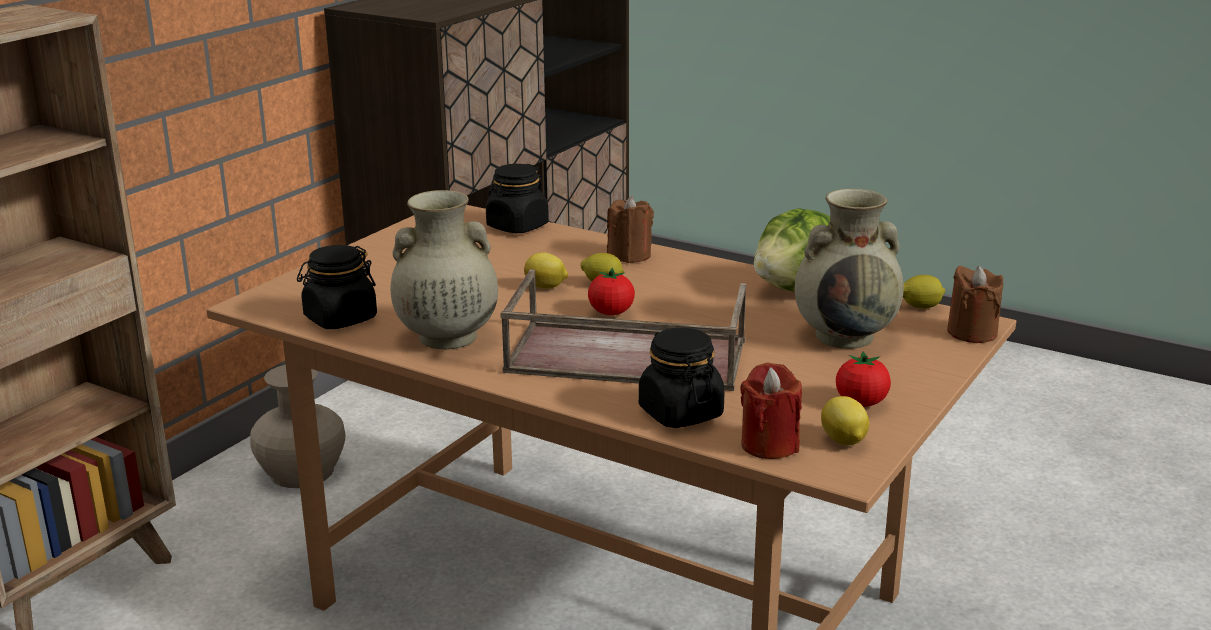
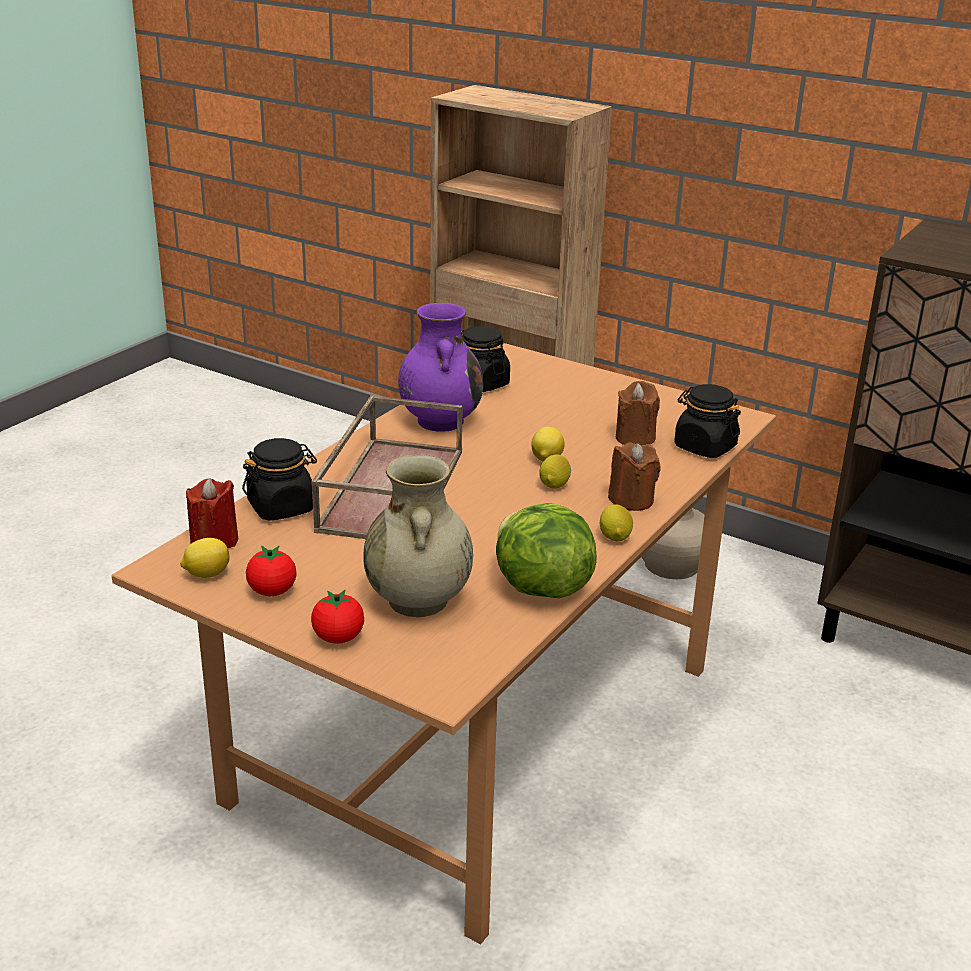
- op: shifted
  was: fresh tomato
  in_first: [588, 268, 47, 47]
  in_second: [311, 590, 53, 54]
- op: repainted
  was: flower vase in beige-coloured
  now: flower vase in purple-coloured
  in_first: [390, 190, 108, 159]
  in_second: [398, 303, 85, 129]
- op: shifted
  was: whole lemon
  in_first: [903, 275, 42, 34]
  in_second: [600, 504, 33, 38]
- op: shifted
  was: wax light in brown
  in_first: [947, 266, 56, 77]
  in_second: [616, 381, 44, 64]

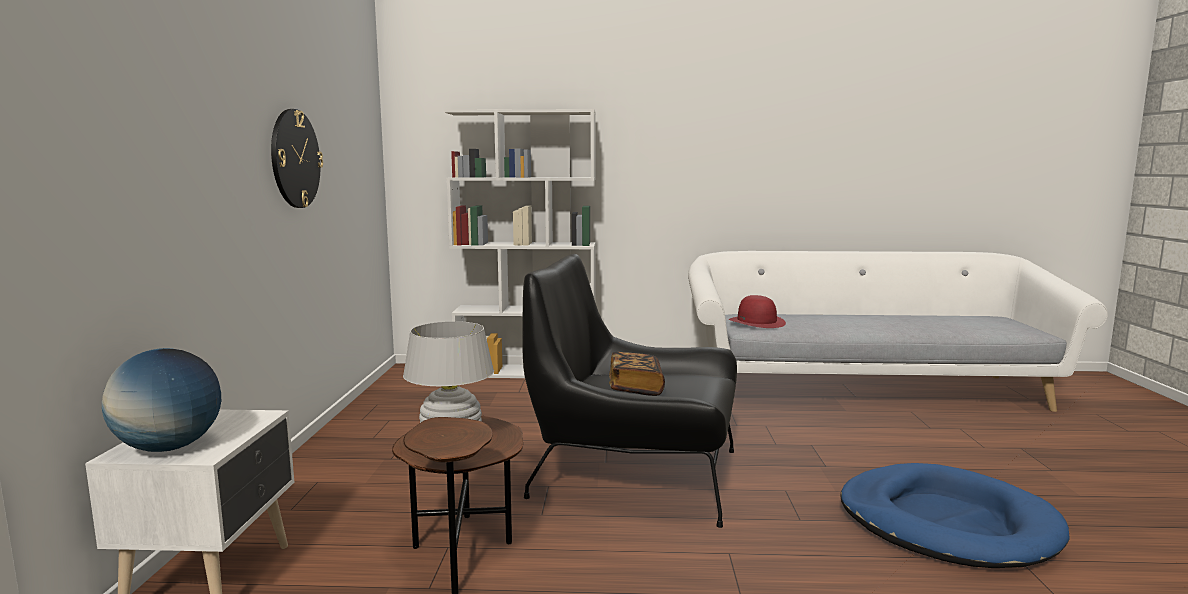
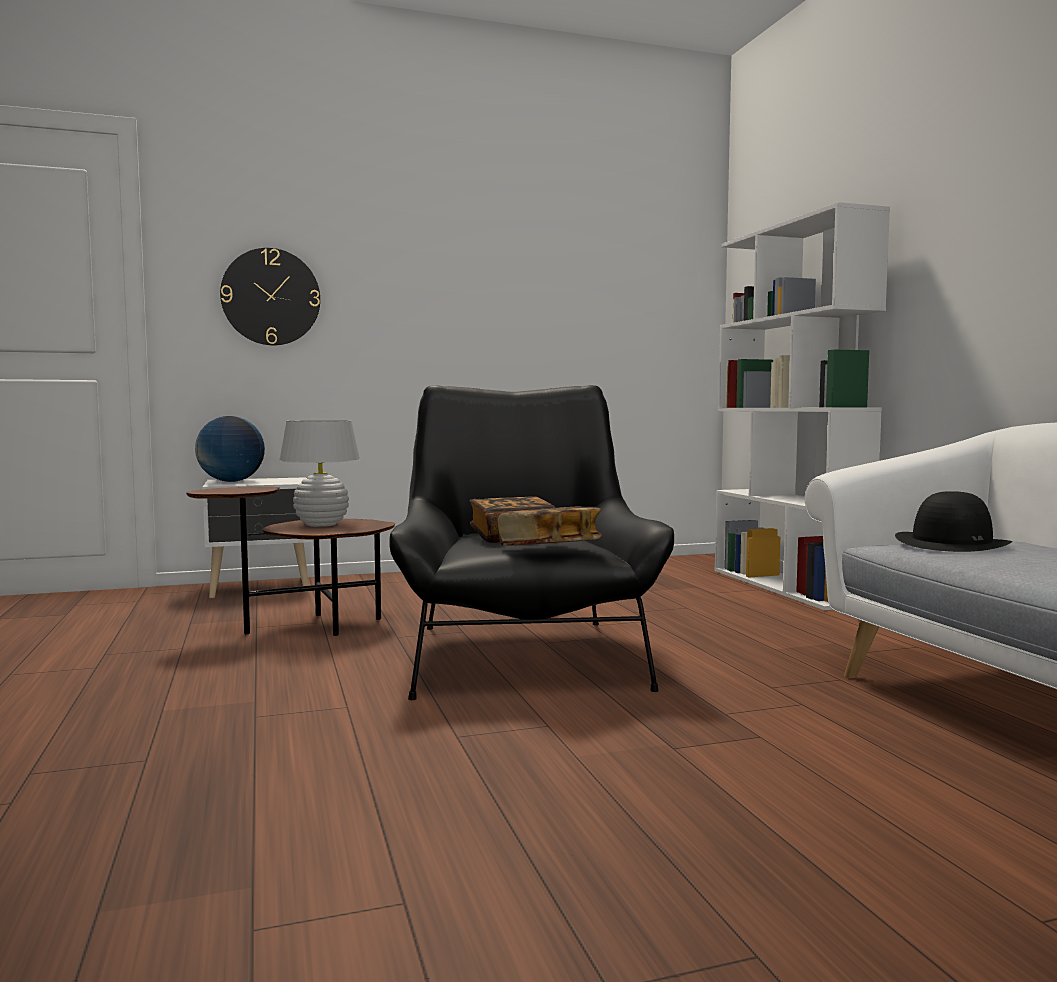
- op: shifted
  was: hanging clock
  in_first: [271, 109, 52, 99]
  in_second: [220, 248, 100, 97]
- op: new
  now: volume
  in_second: [497, 507, 105, 39]
- op: repainted
  was: wearable hat in red
  now: wearable hat in black
  in_first: [729, 295, 57, 33]
  in_second: [895, 491, 117, 61]
- op: gone
  was: dog cushion in blue
  in_first: [840, 463, 230, 105]

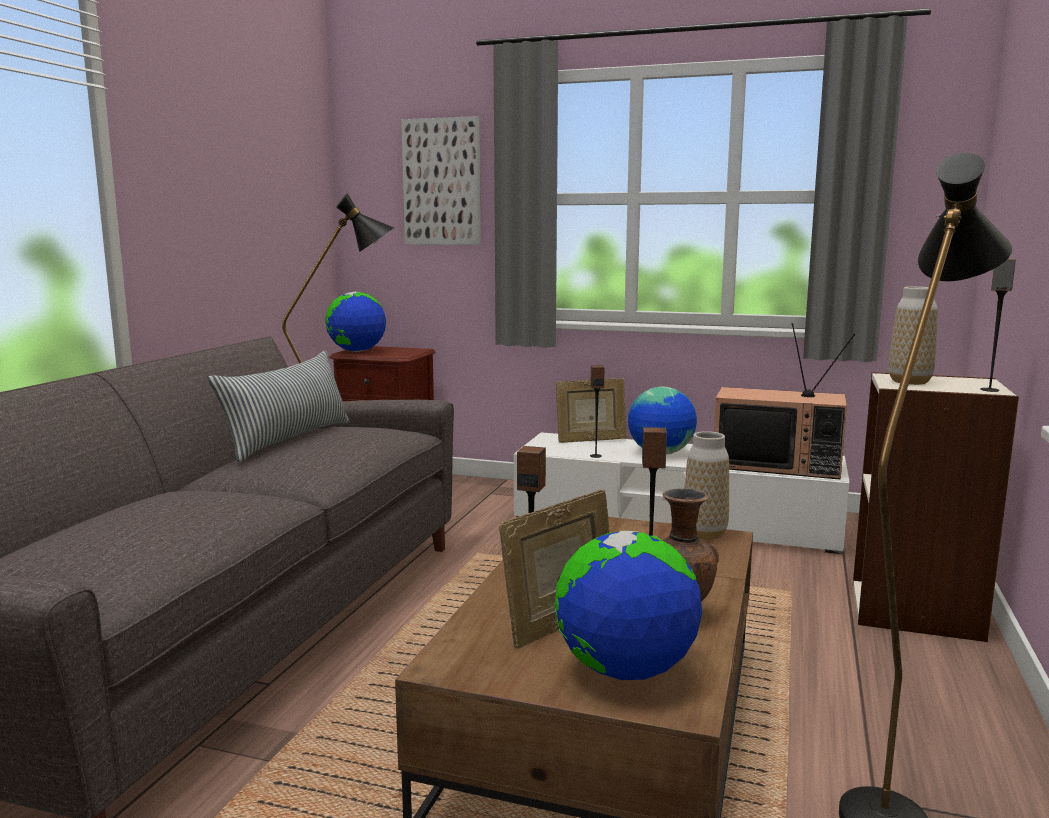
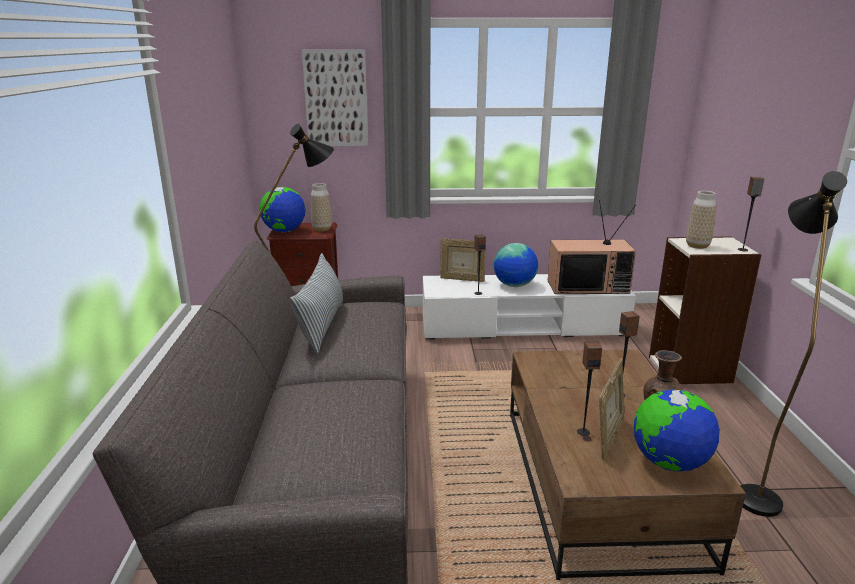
- op: shifted
  was: flower vase
  in_first: [684, 431, 45, 109]
  in_second: [311, 183, 21, 48]
- op: rotated
  was: photo frame
  in_first: [556, 378, 70, 65]
  in_second: [440, 238, 46, 44]
  clockwise: 45

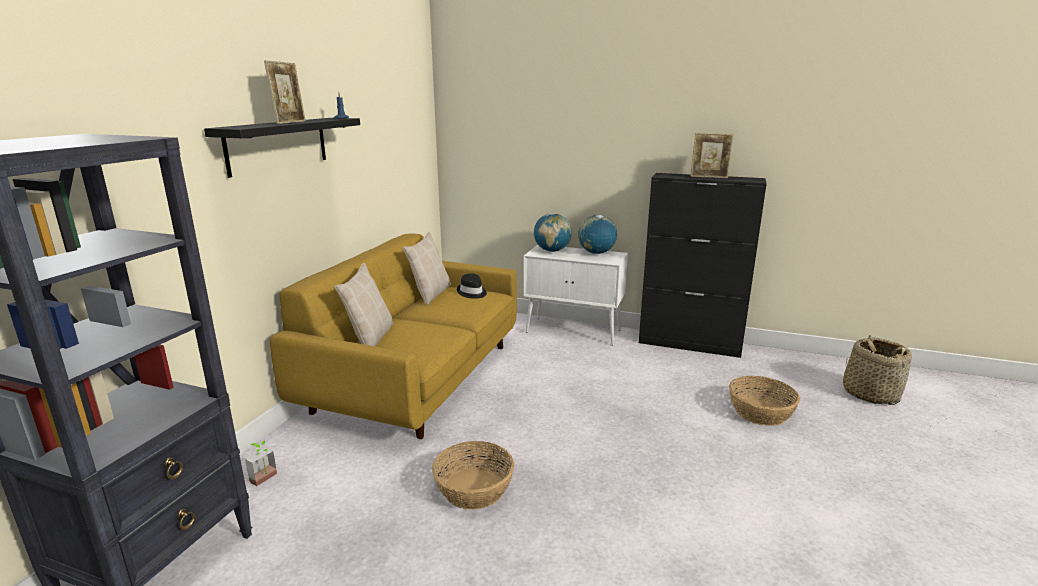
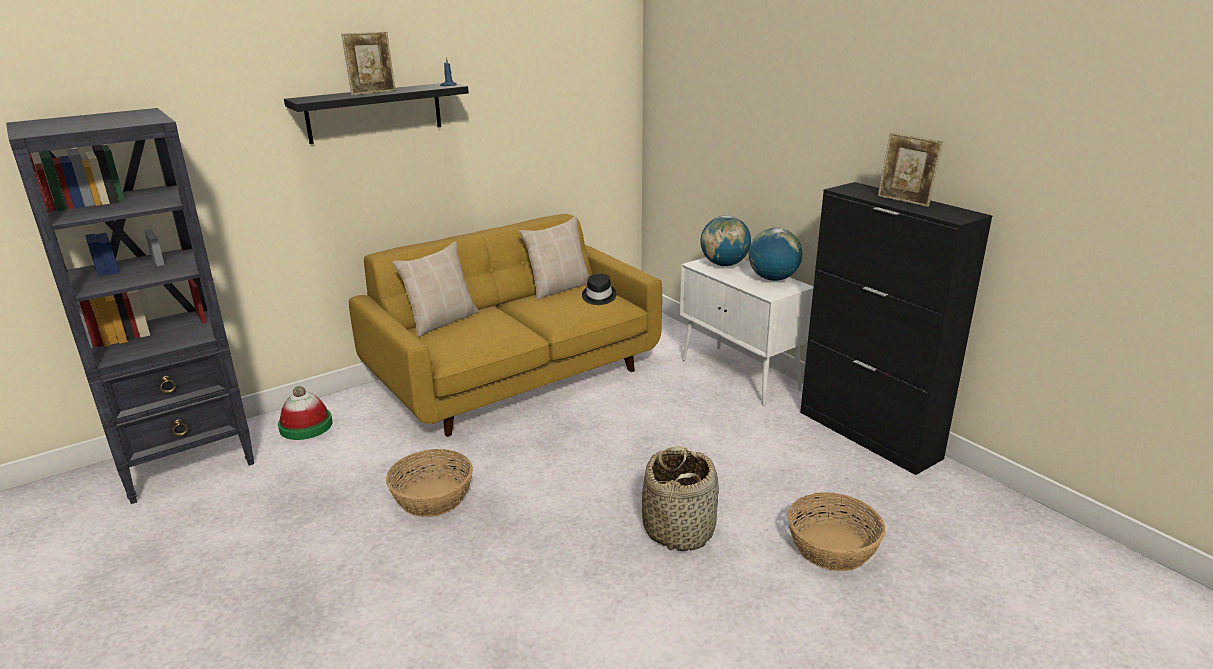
- op: swapped
  was: plant in a pot
  now: wearable hat
  in_first: [245, 441, 32, 45]
  in_second: [278, 386, 54, 54]
- op: shifted
  was: basket
  in_first: [843, 335, 69, 70]
  in_second: [642, 446, 77, 105]

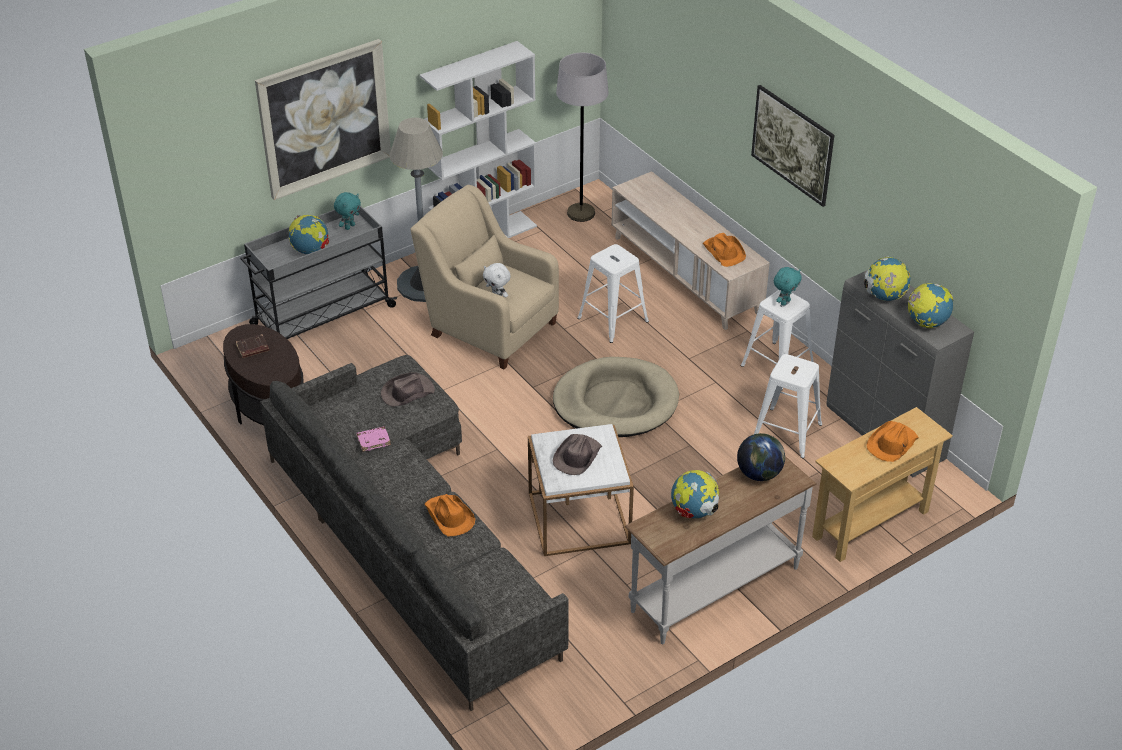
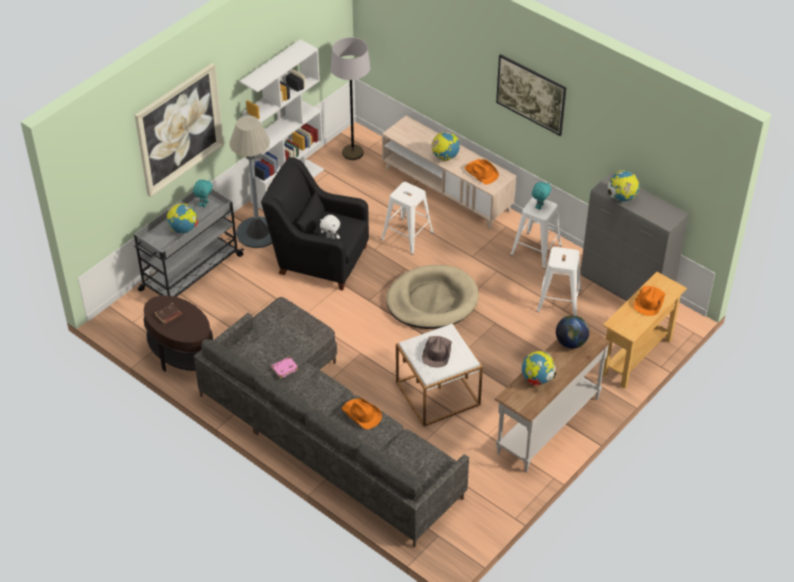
- op: repainted
  was: easy chair in beige-coloured
  now: easy chair in black
  in_first: [410, 185, 149, 184]
  in_second: [261, 157, 108, 134]
- op: shifted
  was: globe
  in_first: [908, 283, 45, 45]
  in_second: [432, 132, 28, 29]
- op: gone
  was: wearable hat in brown
  in_first: [381, 372, 54, 35]

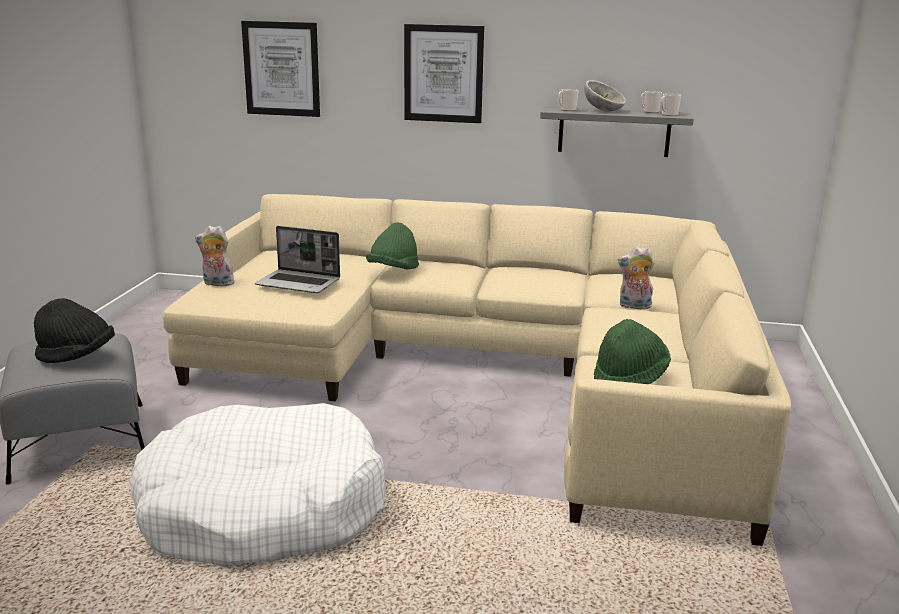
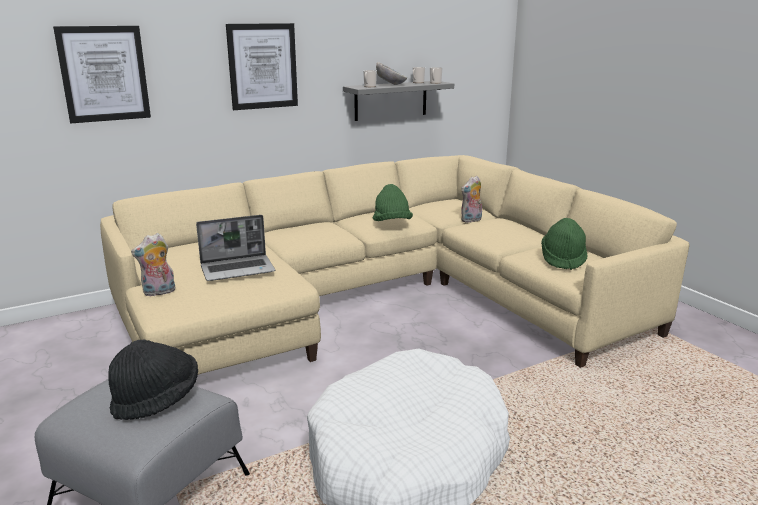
- op: shifted
  was: wearable hat in green
  in_first: [366, 222, 53, 47]
  in_second: [373, 184, 40, 37]

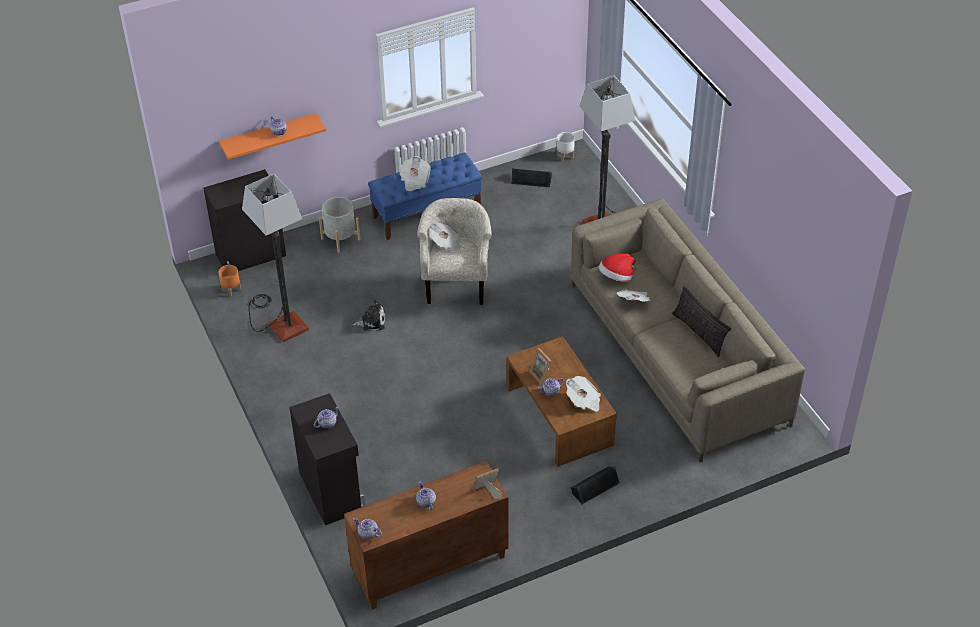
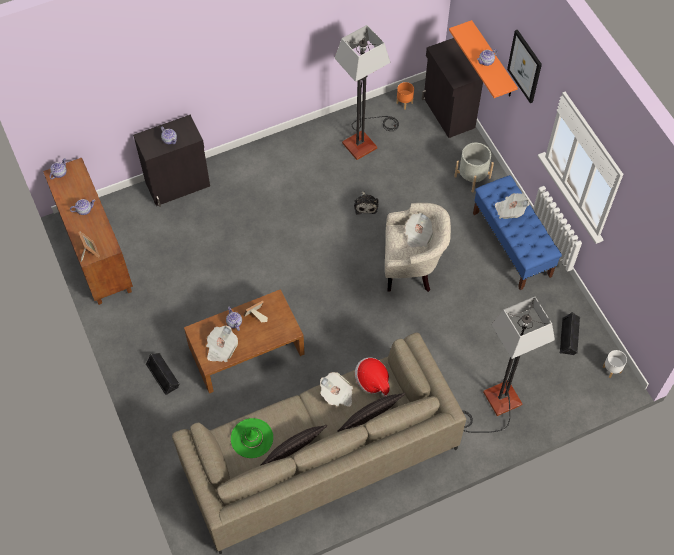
- op: new
  now: wearable hat in green
  in_second: [231, 418, 42, 40]
- op: new
  now: throw pillow
  in_second: [337, 393, 68, 39]
- op: new
  now: wall art
  in_second: [507, 30, 35, 73]

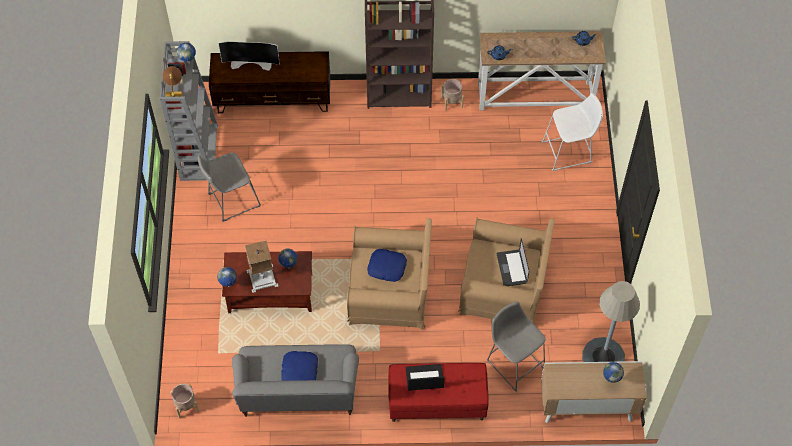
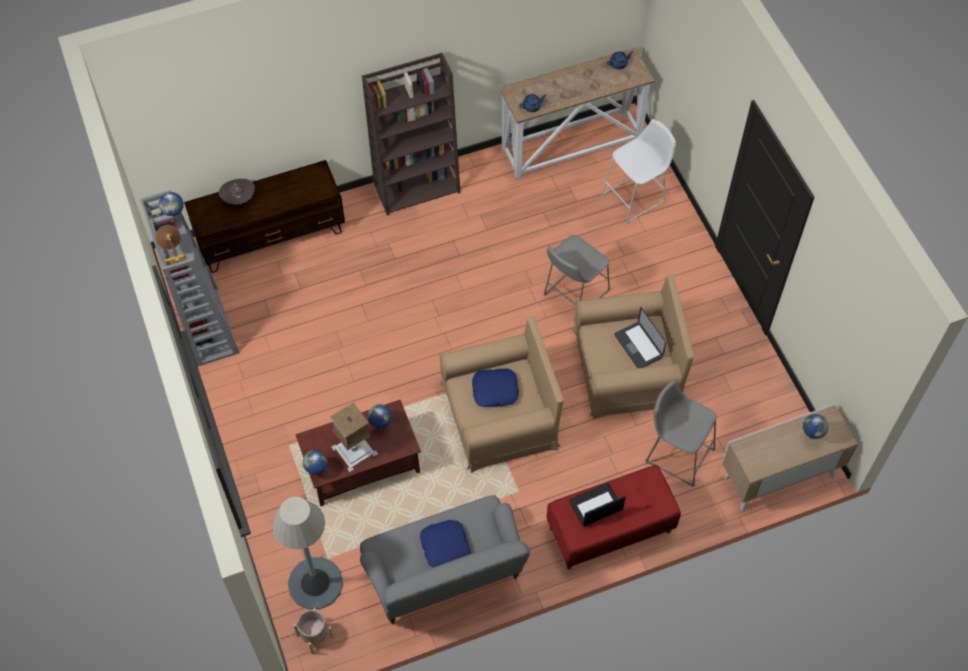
- op: swapped
  was: television
  now: wearable hat in brown
  in_first: [218, 41, 62, 30]
  in_second: [218, 179, 37, 25]
- op: shifted
  was: floor lamp in greyish
  in_first: [582, 281, 58, 81]
  in_second: [272, 497, 71, 113]
- op: shifted
  was: stool seat in greyish
  in_first: [198, 153, 63, 69]
  in_second: [543, 235, 67, 70]
- op: gone
  was: flower pot in beige-coloured
  in_first: [441, 79, 23, 32]

